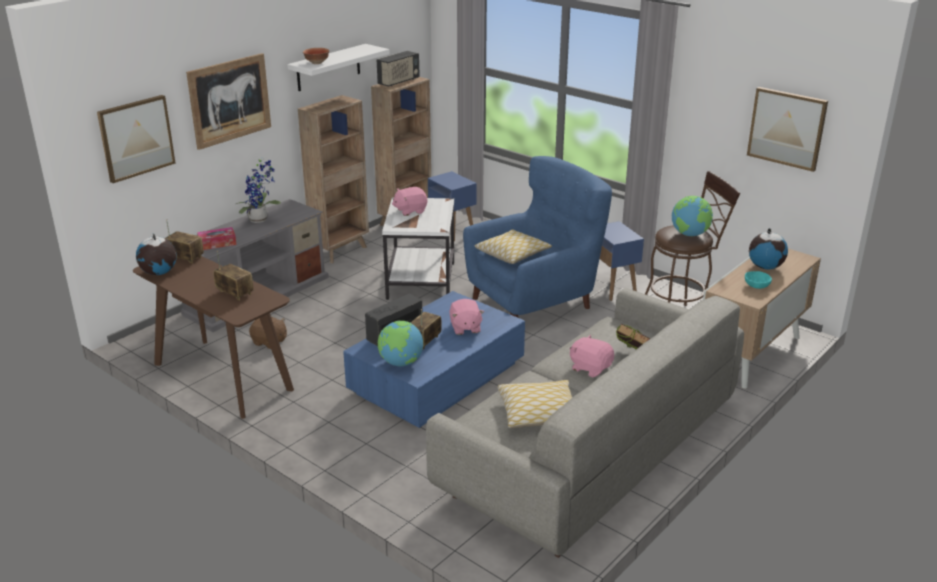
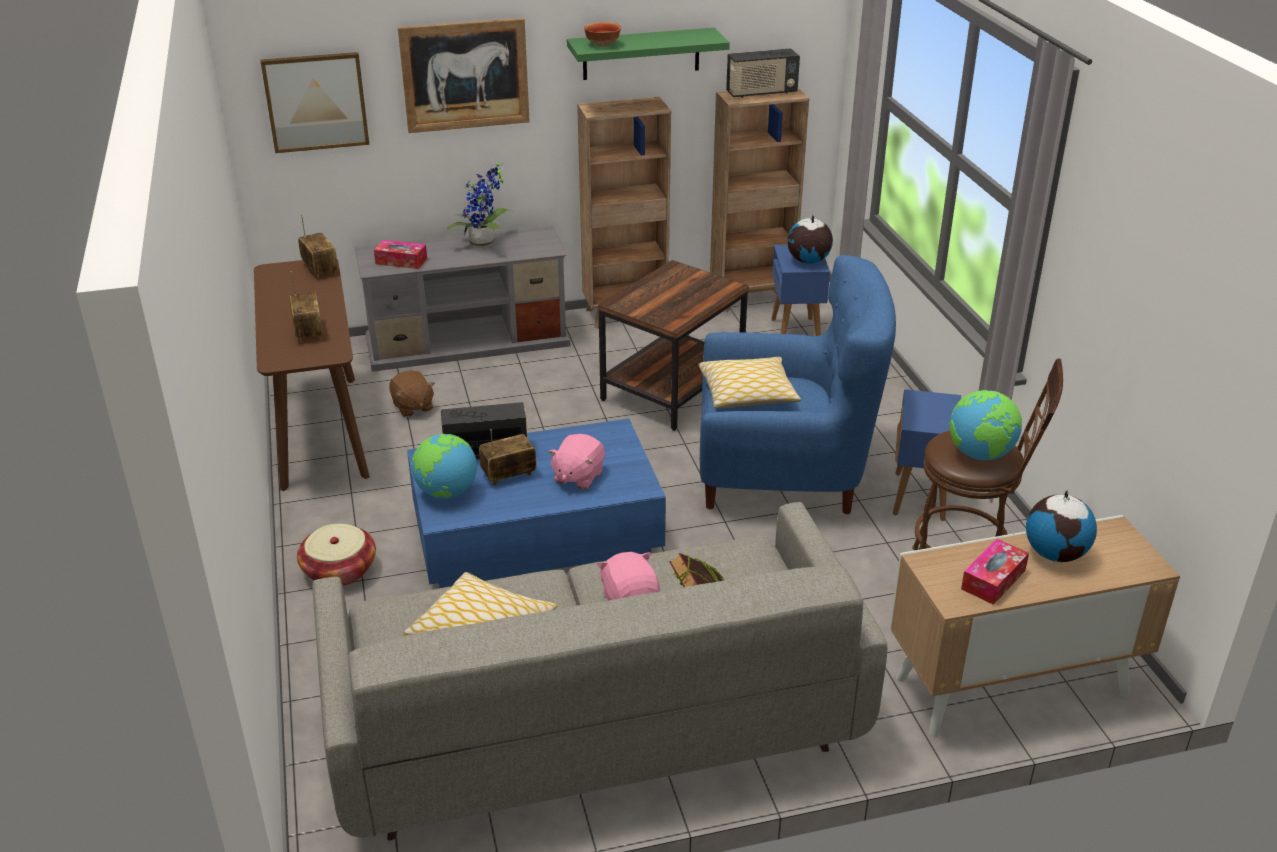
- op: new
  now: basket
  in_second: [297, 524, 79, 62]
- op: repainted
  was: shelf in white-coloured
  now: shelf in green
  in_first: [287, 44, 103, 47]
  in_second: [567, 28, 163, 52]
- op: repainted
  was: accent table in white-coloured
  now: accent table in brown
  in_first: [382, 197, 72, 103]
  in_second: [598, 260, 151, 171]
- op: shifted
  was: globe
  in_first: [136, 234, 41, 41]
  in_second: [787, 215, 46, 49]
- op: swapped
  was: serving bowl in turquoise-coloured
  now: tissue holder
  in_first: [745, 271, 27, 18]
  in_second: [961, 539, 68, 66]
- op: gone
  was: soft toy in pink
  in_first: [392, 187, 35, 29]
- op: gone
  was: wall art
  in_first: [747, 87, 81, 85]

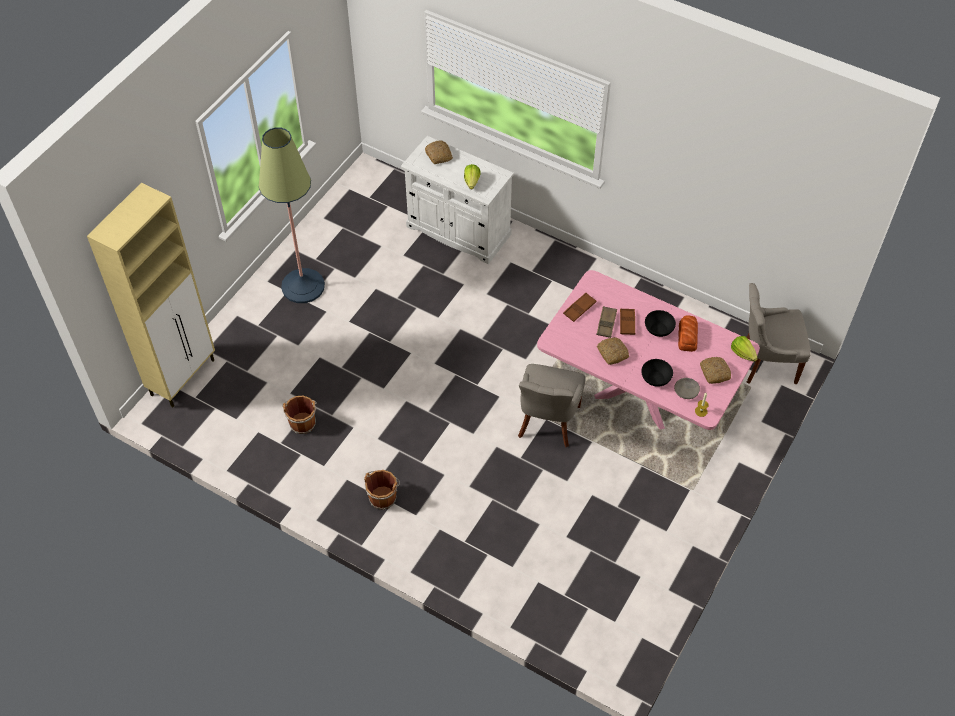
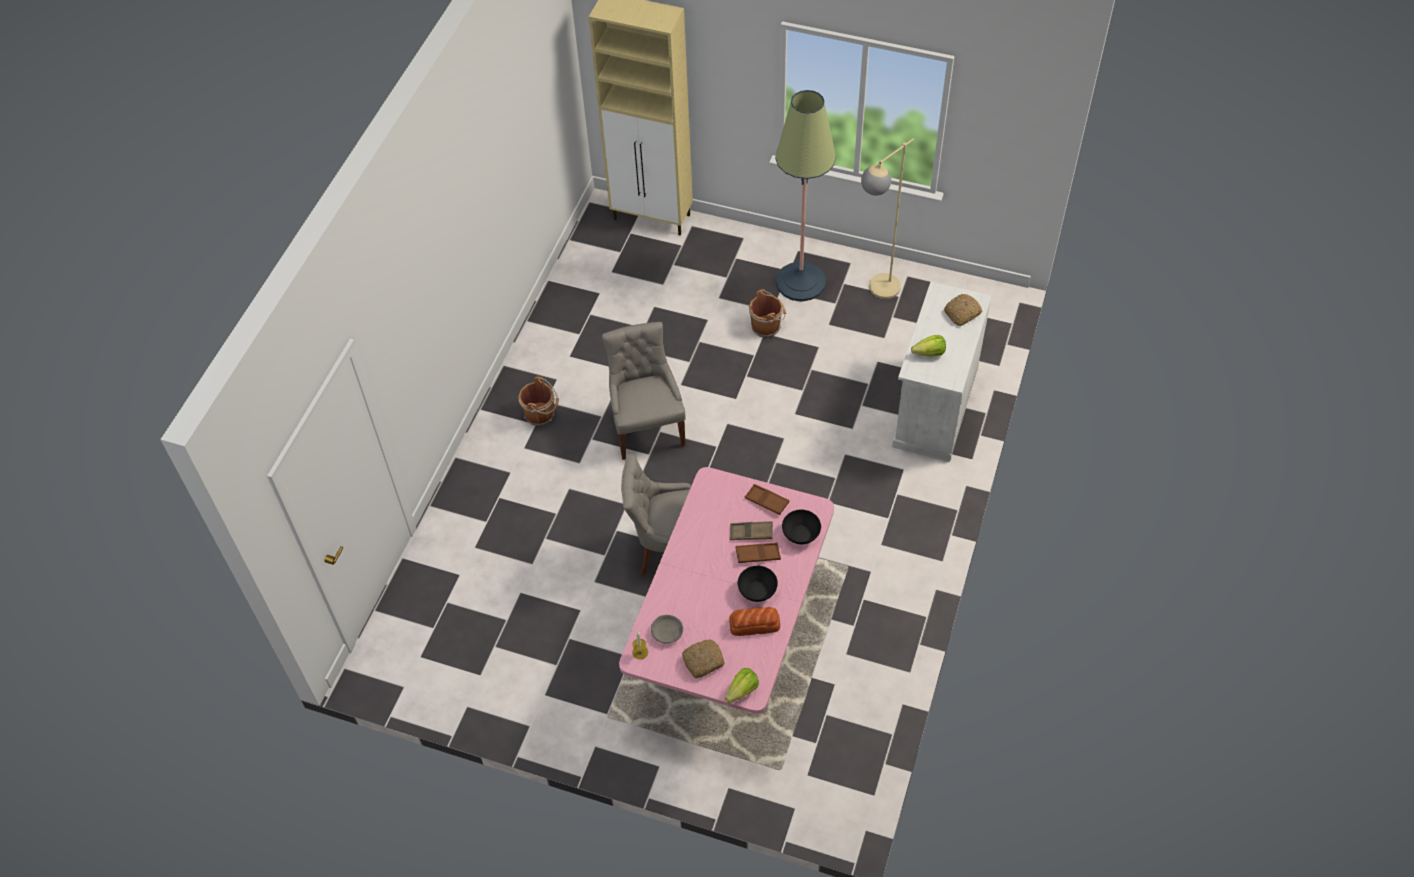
- op: shifted
  was: plain chair in greyish
  in_first: [747, 283, 64, 101]
  in_second: [602, 322, 83, 138]
- op: shifted
  was: bucket in brown
  in_first: [282, 396, 35, 38]
  in_second: [748, 289, 38, 49]
- op: shifted
  was: serving bowl in black
  in_first: [641, 359, 32, 28]
  in_second: [782, 510, 39, 34]
- op: new
  now: floor lamp in beige-coloured
  in_second: [861, 138, 53, 161]
- op: gone
  was: bakery bread
  in_first: [597, 337, 32, 28]

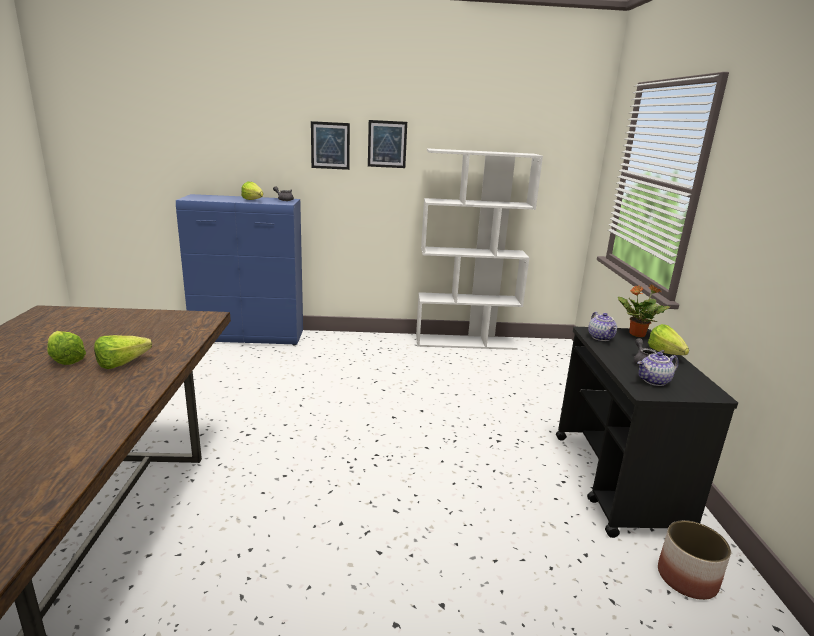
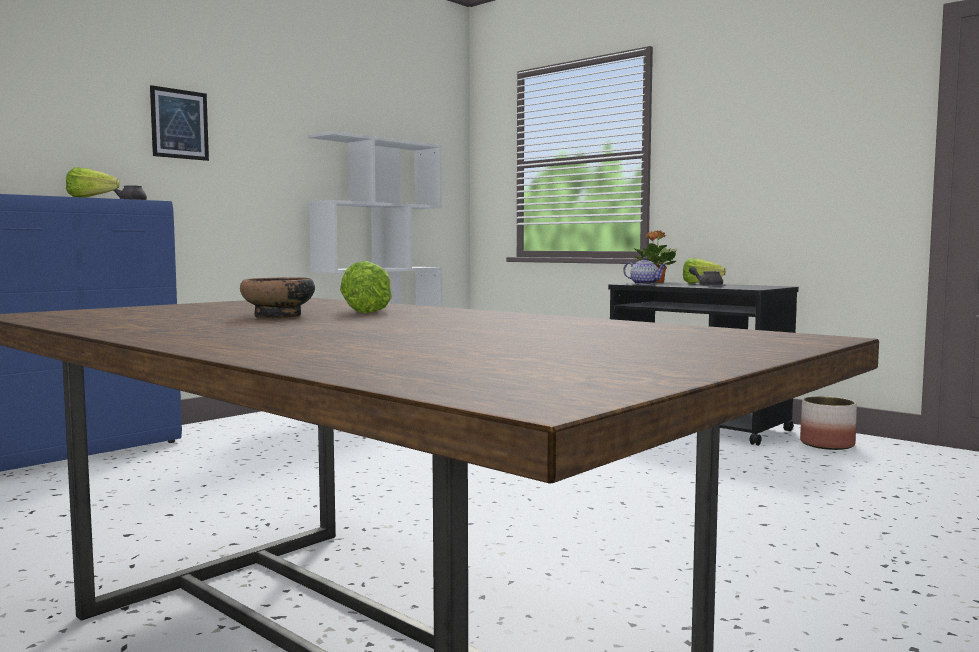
- op: swapped
  was: lettuce head
  now: serving bowl
  in_first: [47, 331, 39, 34]
  in_second: [240, 277, 75, 42]
- op: gone
  was: wall art
  in_first: [368, 120, 39, 48]
- op: gone
  was: pot for tea
  in_first: [637, 352, 42, 34]

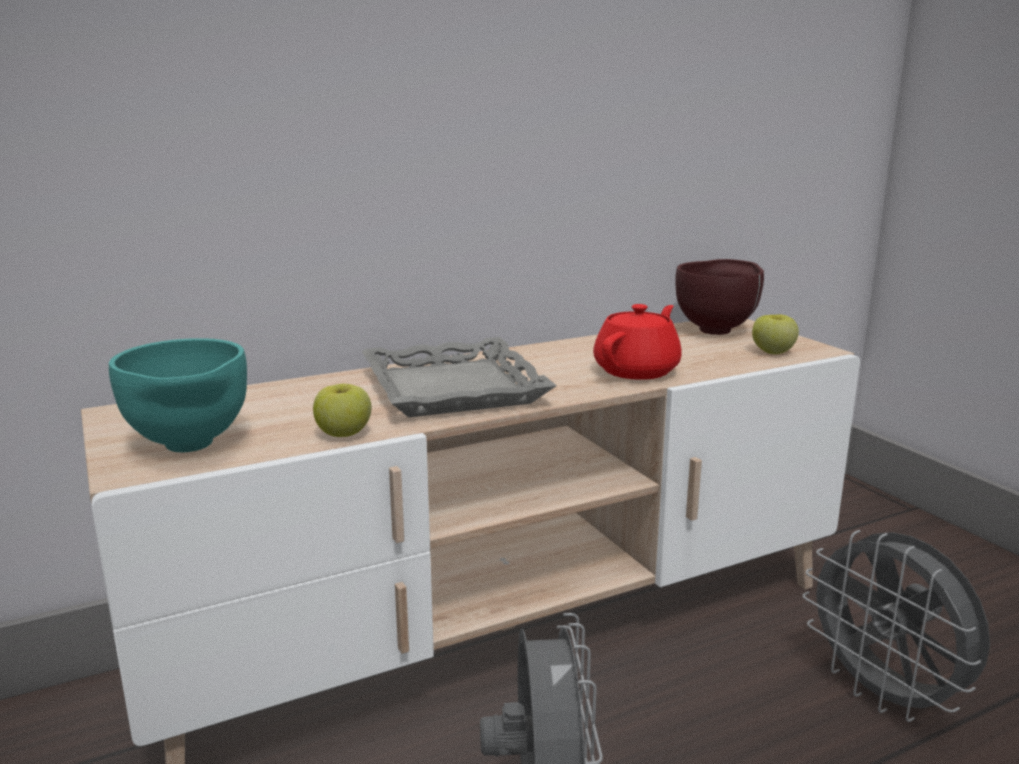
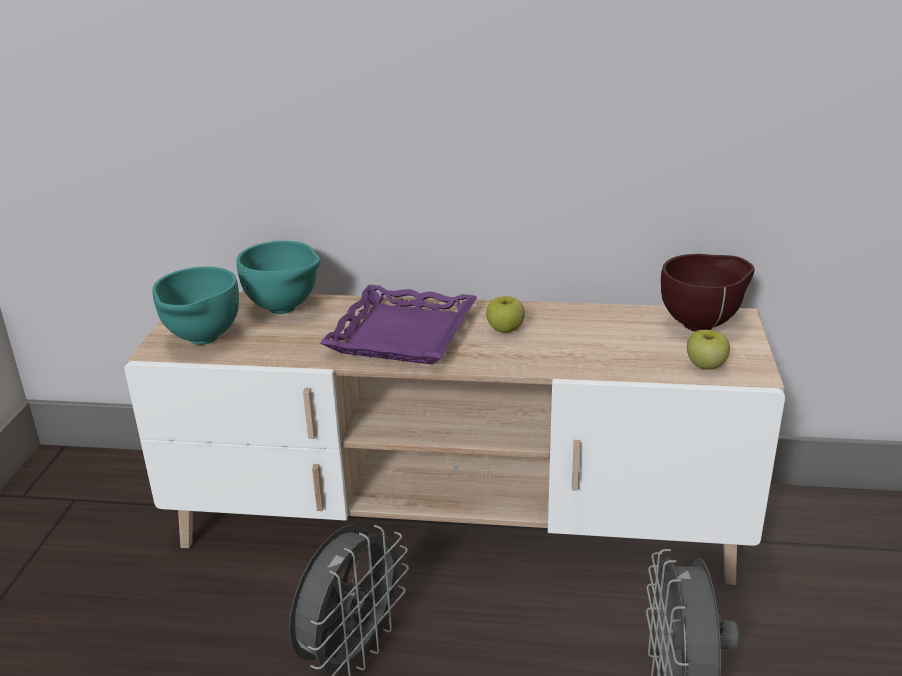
- op: new
  now: serving bowl in turquoise-coloured
  in_second: [237, 241, 83, 73]
- op: repainted
  was: tray in greyish
  now: tray in purple-coloured
  in_first: [362, 337, 195, 80]
  in_second: [320, 285, 157, 79]
- op: shifted
  was: whole apple
  in_first: [313, 384, 58, 53]
  in_second: [486, 296, 39, 37]
- op: gone
  was: pot for tea in red
  in_first: [593, 304, 89, 76]

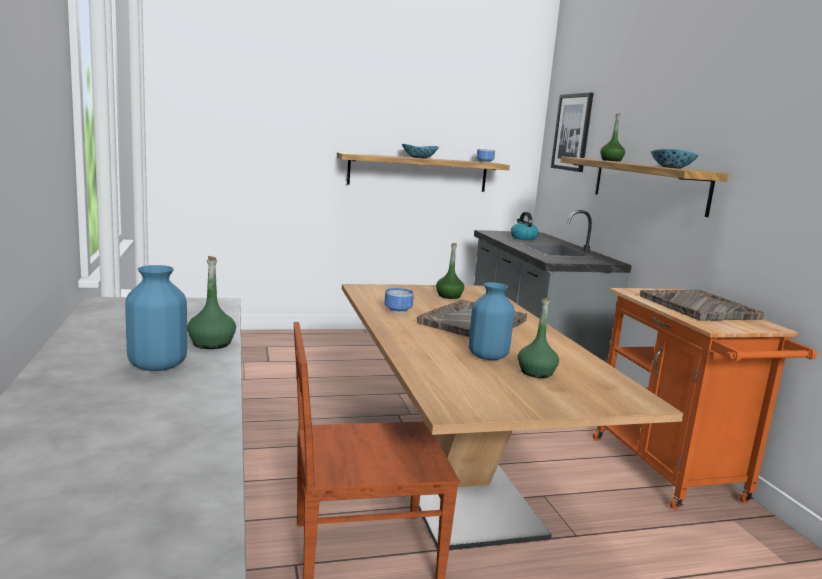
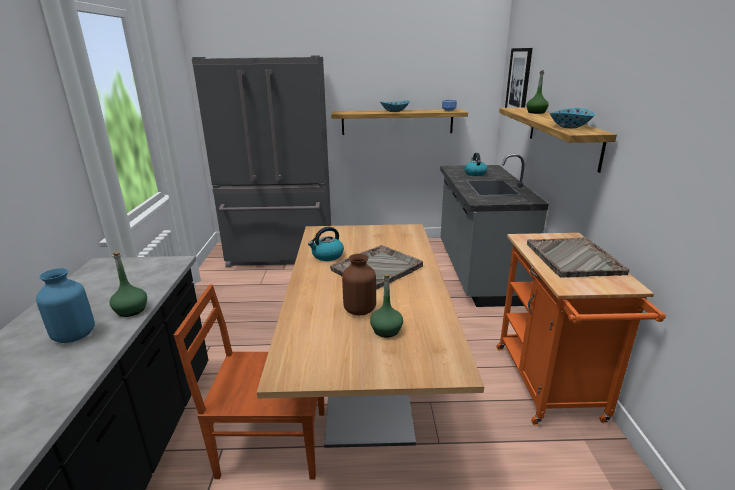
- op: new
  now: fridge in greyish
  in_second: [192, 55, 139, 213]
- op: swapped
  was: serving bowl
  now: water kettle
  in_first: [384, 288, 30, 25]
  in_second: [308, 227, 36, 34]
- op: repainted
  was: flower vase in blue
  now: flower vase in brown
  in_first: [469, 282, 45, 78]
  in_second: [342, 254, 34, 61]
- op: gone
  was: bottle in green
  in_first: [436, 243, 28, 56]

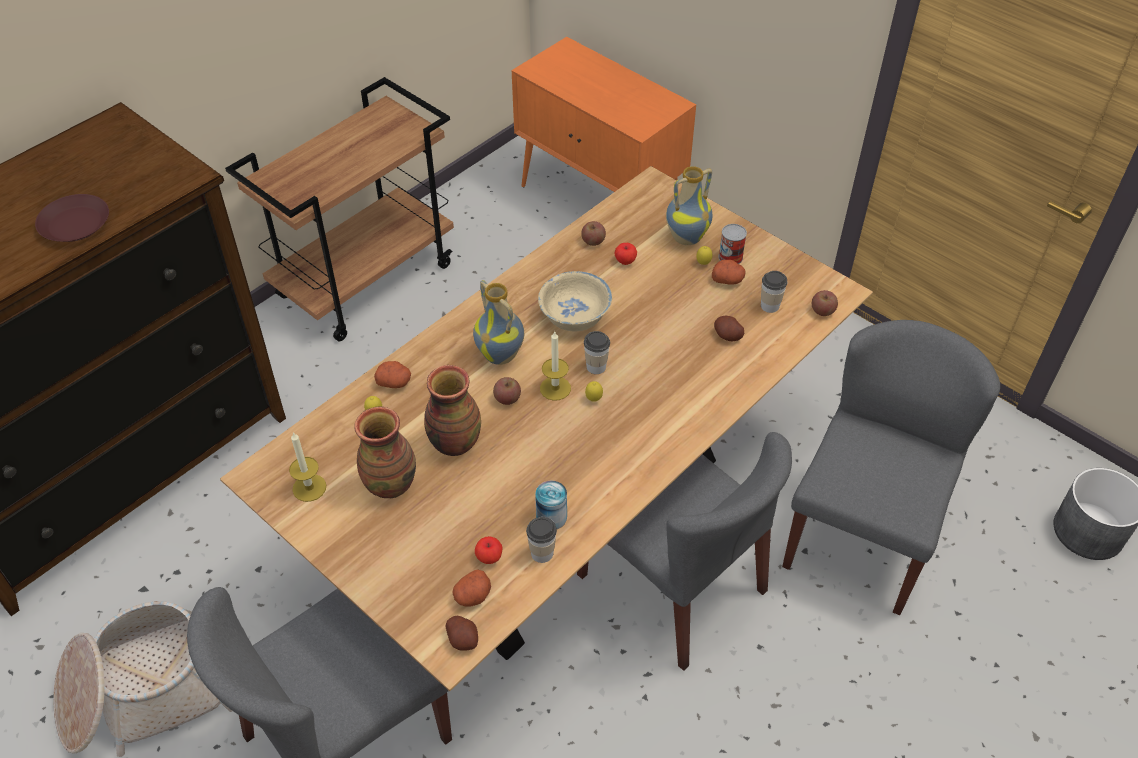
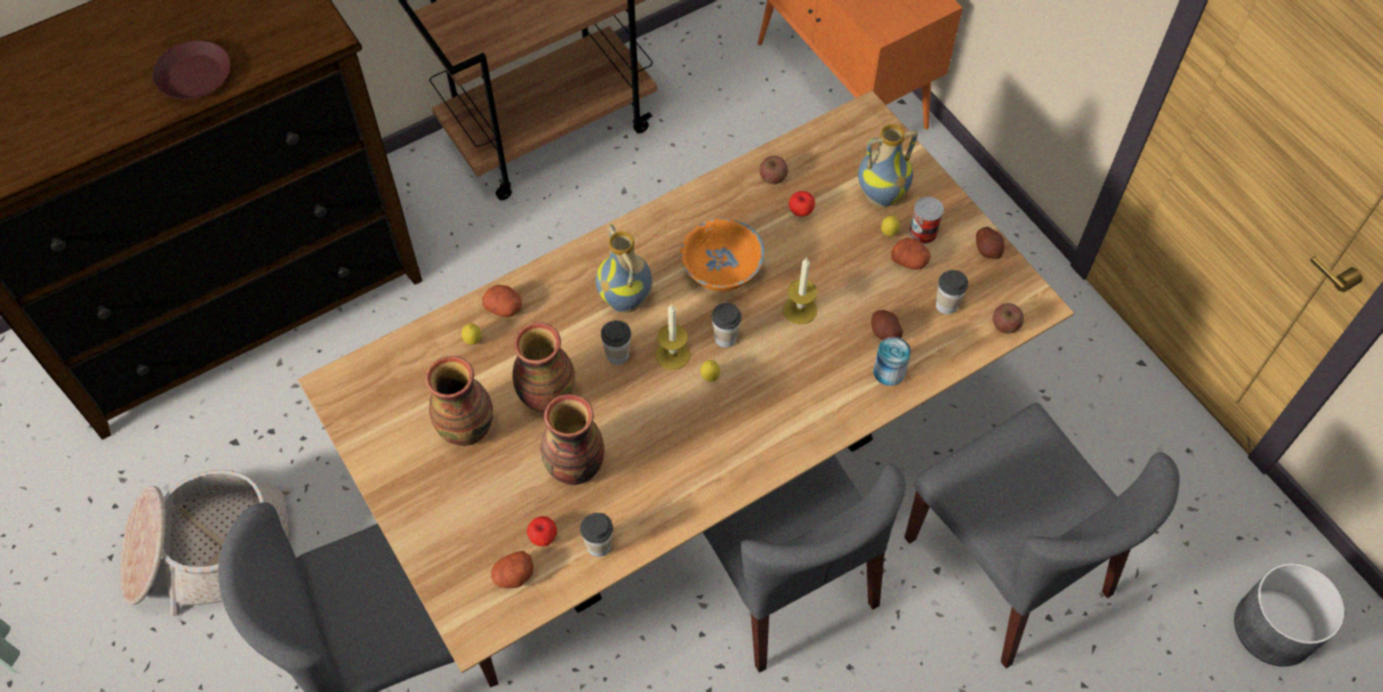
- op: new
  now: flower vase
  in_second: [541, 394, 63, 91]
- op: swapped
  was: whole apple
  now: drinking cup
  in_first: [493, 377, 28, 28]
  in_second: [601, 320, 30, 45]
- op: repainted
  was: serving bowl in beige-coloured
  now: serving bowl in orange
  in_first: [538, 271, 74, 60]
  in_second: [680, 218, 85, 73]
- op: shifted
  was: wax light
  in_first: [289, 432, 37, 70]
  in_second: [783, 257, 34, 68]
- op: shifted
  was: sealed can
  in_first: [535, 481, 32, 48]
  in_second: [873, 337, 38, 49]
- op: rotated
  was: plain chair in greyish
  in_first: [782, 320, 218, 295]
  in_second: [904, 403, 276, 266]
  clockwise: 105
- op: shifted
  was: whole potato
  in_first: [445, 616, 33, 35]
  in_second: [976, 227, 28, 32]

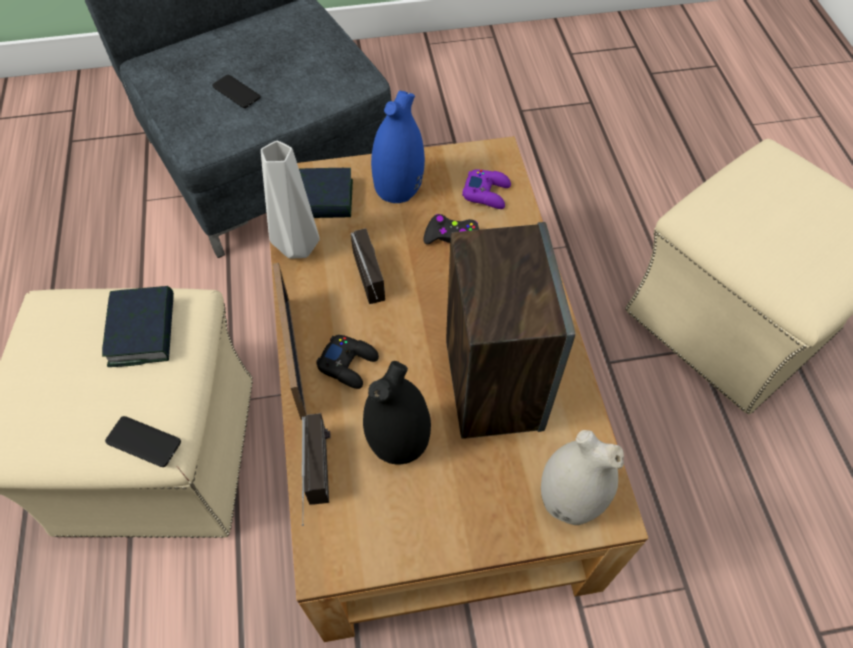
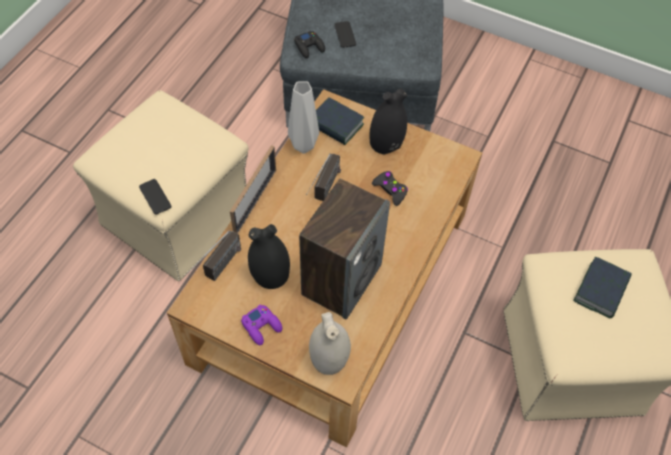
- op: shifted
  was: joypad in purple-coloured
  in_first: [462, 169, 49, 40]
  in_second: [241, 304, 41, 41]
- op: shifted
  was: joypad in black
  in_first: [316, 335, 63, 54]
  in_second: [294, 31, 31, 27]
- op: repainted
  was: flower vase in blue
  now: flower vase in black
  in_first: [371, 91, 54, 112]
  in_second: [370, 88, 38, 66]
- op: shifted
  was: volume
  in_first: [102, 286, 72, 81]
  in_second: [573, 256, 59, 62]

